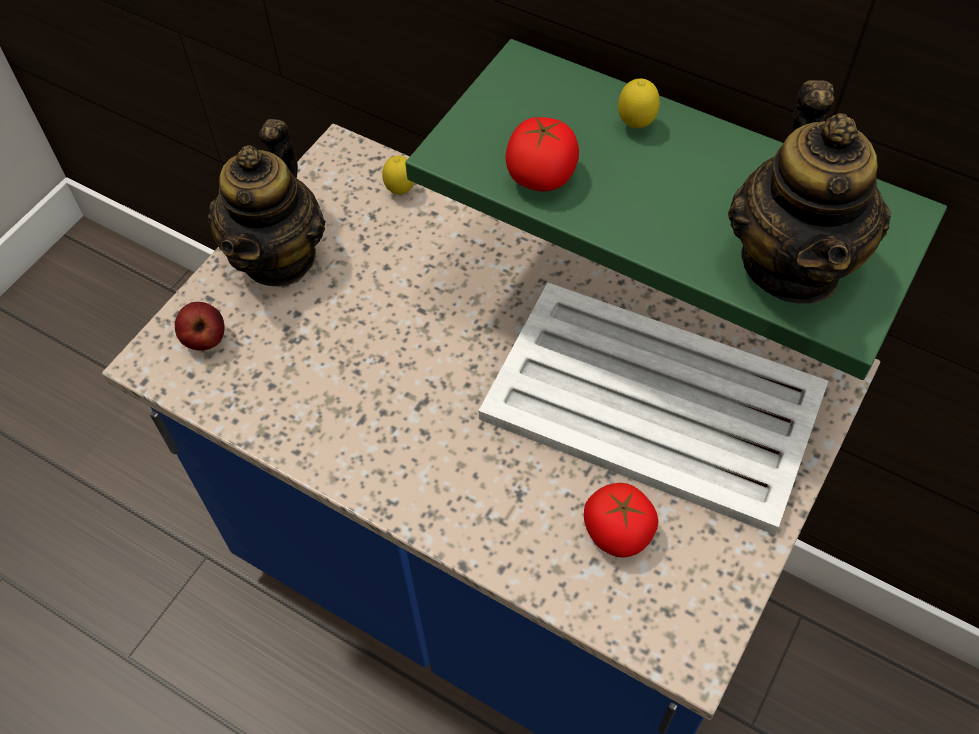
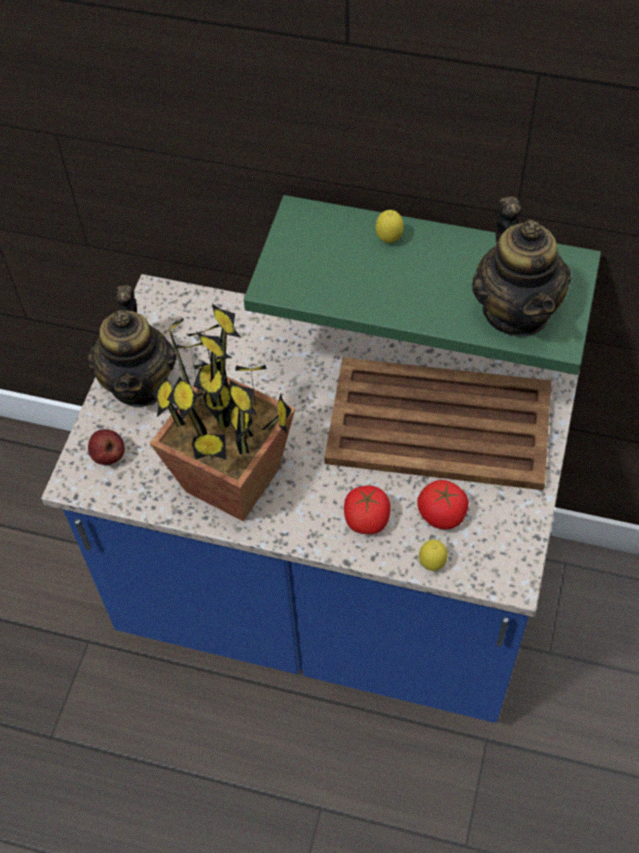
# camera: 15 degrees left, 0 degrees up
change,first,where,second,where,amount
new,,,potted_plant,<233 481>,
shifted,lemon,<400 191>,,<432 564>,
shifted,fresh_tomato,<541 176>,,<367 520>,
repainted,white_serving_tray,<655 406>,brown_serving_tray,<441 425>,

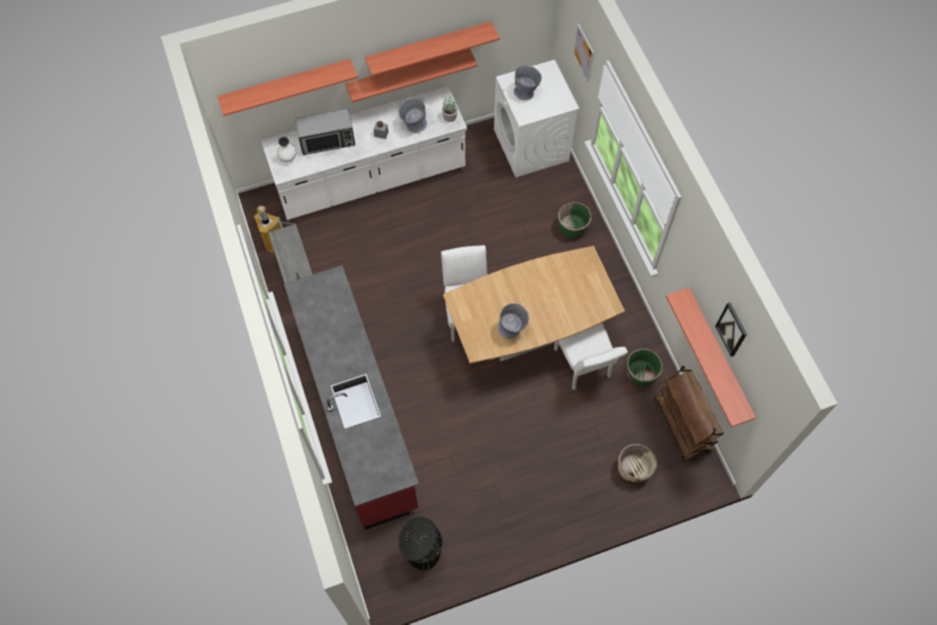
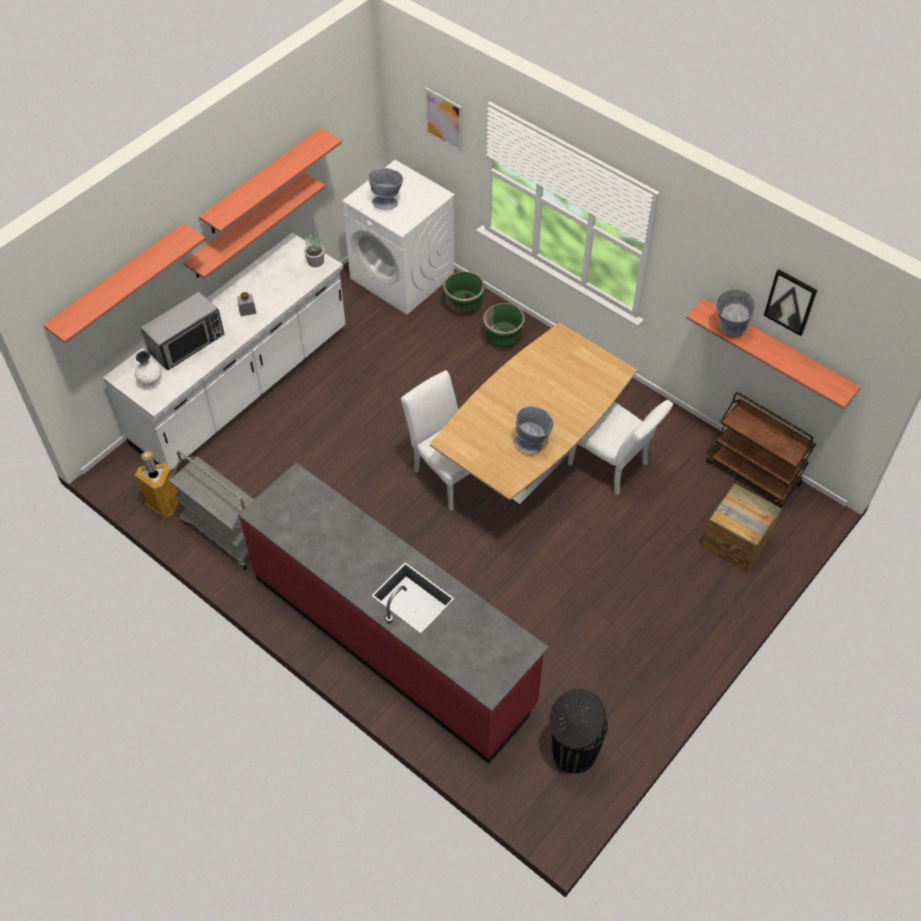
# camera: 30 degrees left, 10 degrees down
change,first,where,second,where,amount
shifted,grey_serving_bowl,<413 125>,,<729 329>,
shifted,green-coloured_planter,<641 374>,,<464 304>,
swapped,beige-coloured_planter,<633 469>,crate,<736 541>,

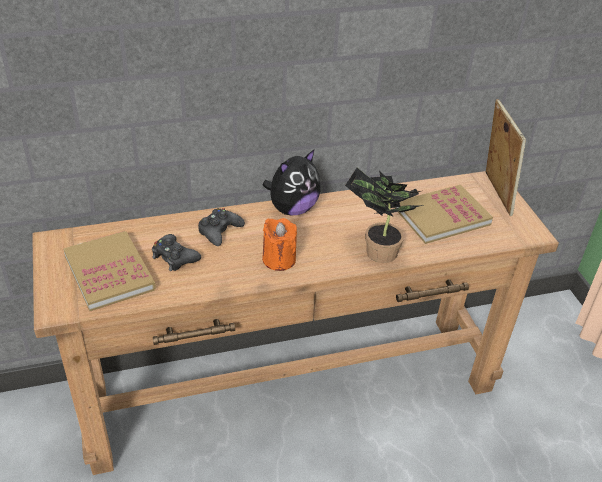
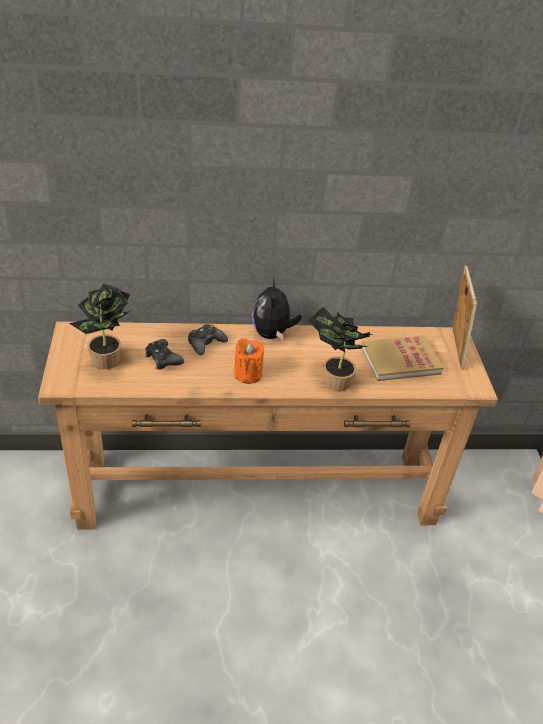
# camera: 10 degrees right, 0 degrees up
change,first,where,second,where,amount
swapped,bound_book,<109 273>,potted_plant,<107 363>,
rotated,soft_toy,<292 209>,,<272 334>,120 degrees clockwise

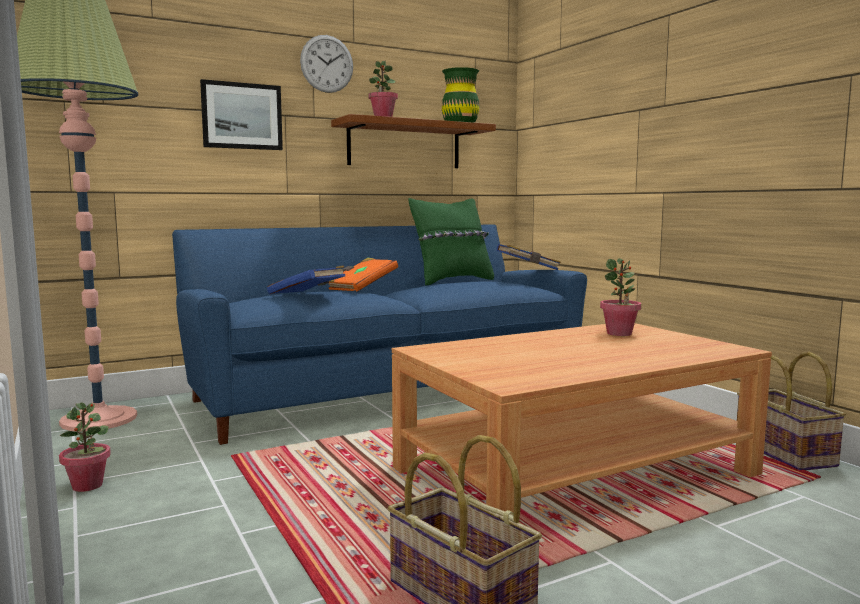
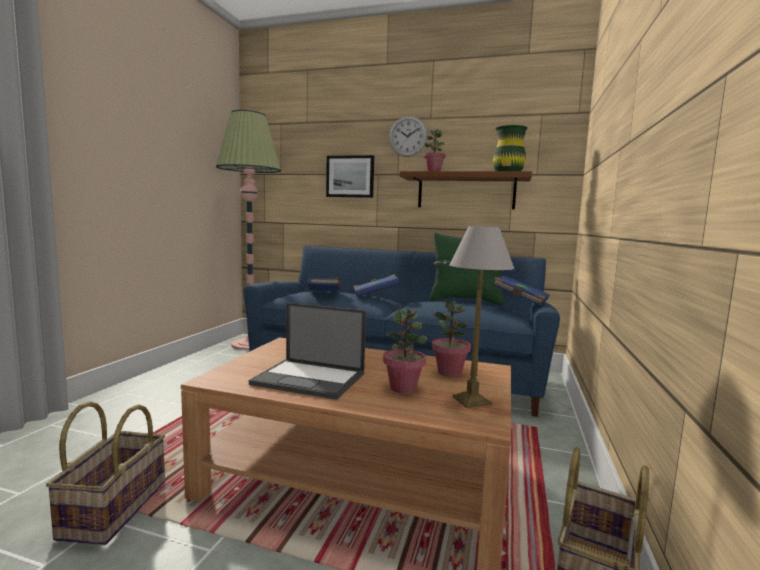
# camera: 45 degrees right, 0 degrees up
change,first,where,second,where,amount
new,,,laptop,<310 379>,
new,,,table_lamp,<471 400>,
shifted,potted_plant,<88 485>,,<403 388>,
repainted,orange_bound_book,<361 288>,blue-coloured_bound_book,<375 295>,

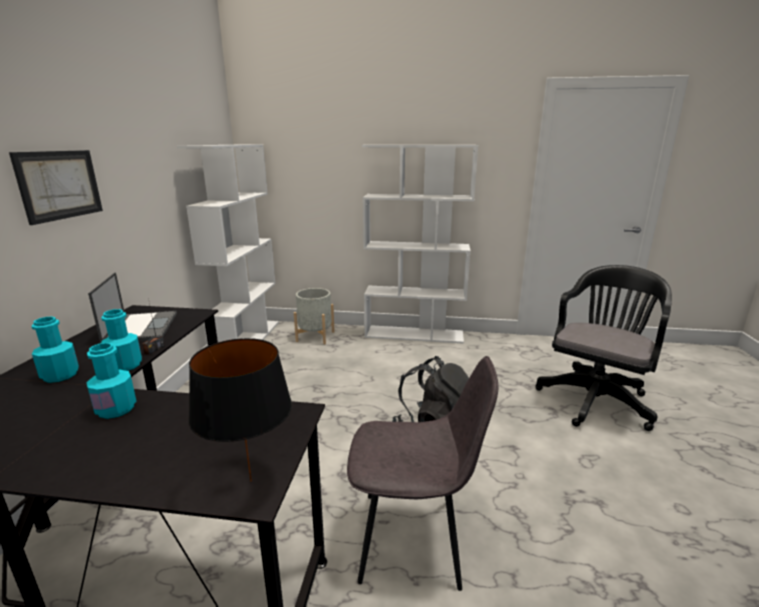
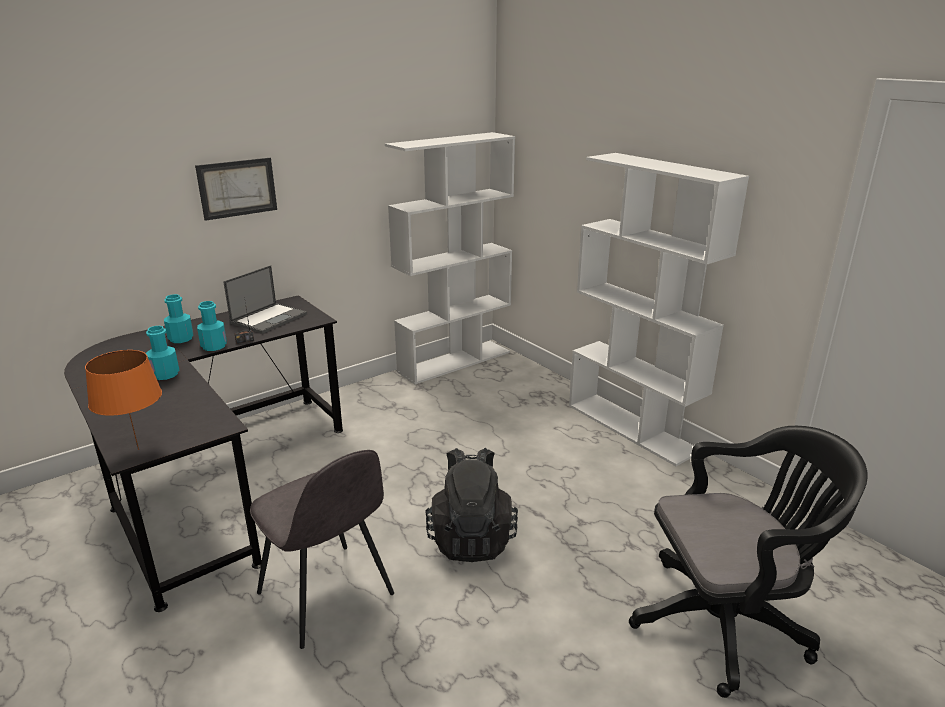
# camera: 45 degrees right, 5 degrees up
change,first,where,second,where,amount
gone,grey_planter,<315 336>,,,
repainted,blackish_table_lamp,<249 481>,orange_table_lamp,<137 449>,

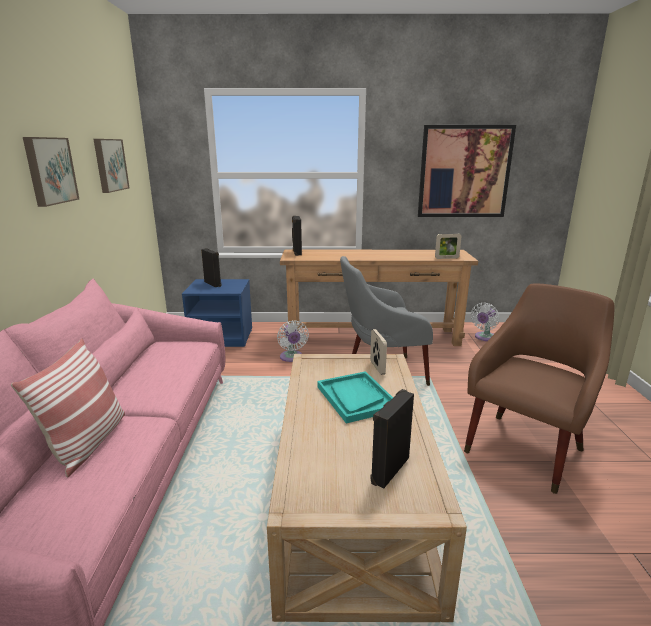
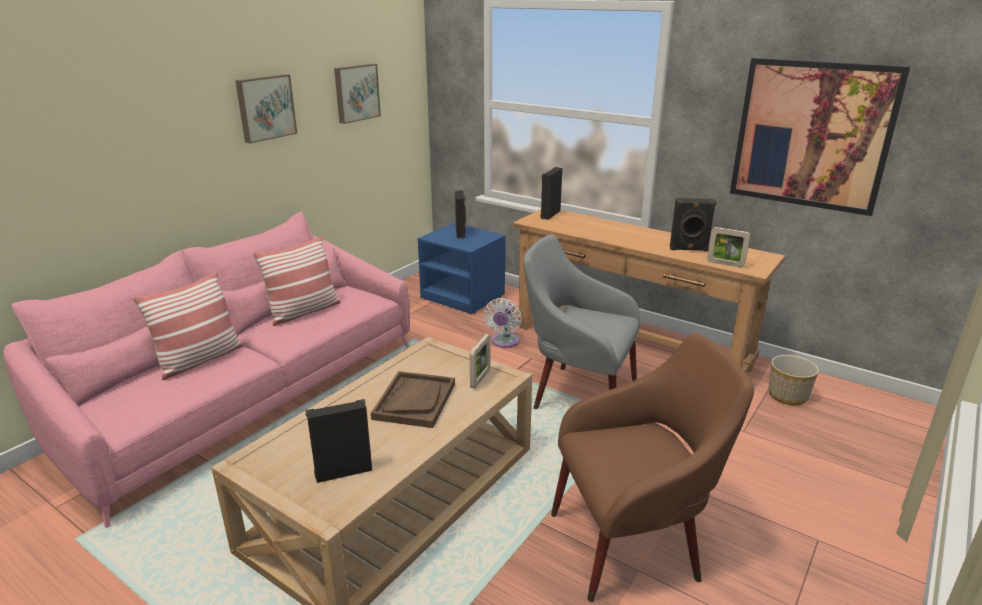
# camera: 35 degrees right, 5 degrees up
change,first,where,second,where,amount
new,,,throw_pillow,<303 312>,
new,,,blackish_loudspeaker,<688 249>,
swapped,white_electric_fan,<484 337>,planter,<788 396>,
repainted,turquoise-coloured_serving_tray,<356 398>,brown_serving_tray,<414 401>,

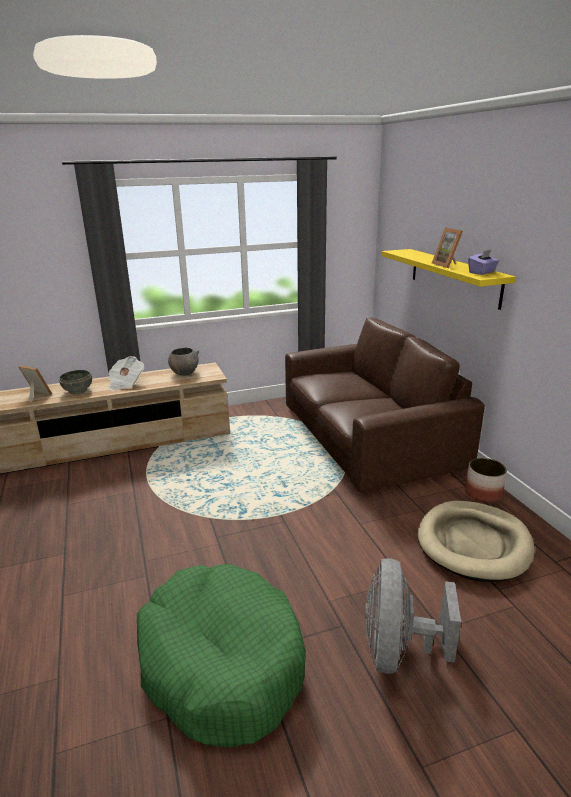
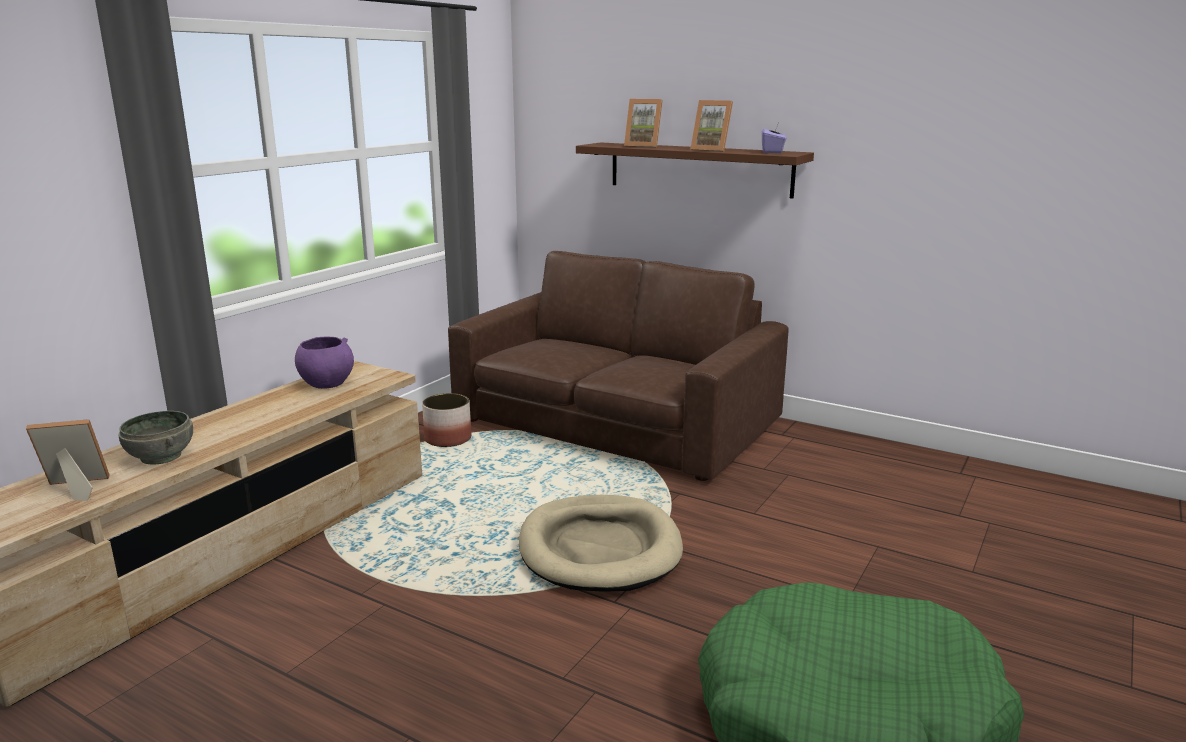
# camera: 40 degrees left, 5 degrees down
change,first,where,second,where,amount
gone,printed_paper,<125 383>,,,
gone,grey_electric_fan,<398 650>,,,
new,,,photo_frame,<644 146>,
shifted,beige-coloured_dog_bed,<474 544>,,<599 549>,
shifted,planter,<483 493>,,<448 439>,
repainted,grey_serving_bowl,<184 372>,purple_serving_bowl,<326 384>,
repainted,yellow_wall_shelf,<453 276>,brown_wall_shelf,<699 169>,

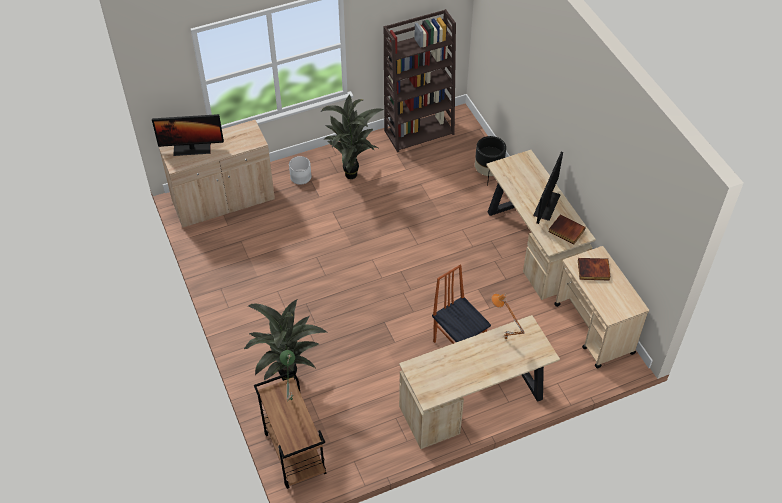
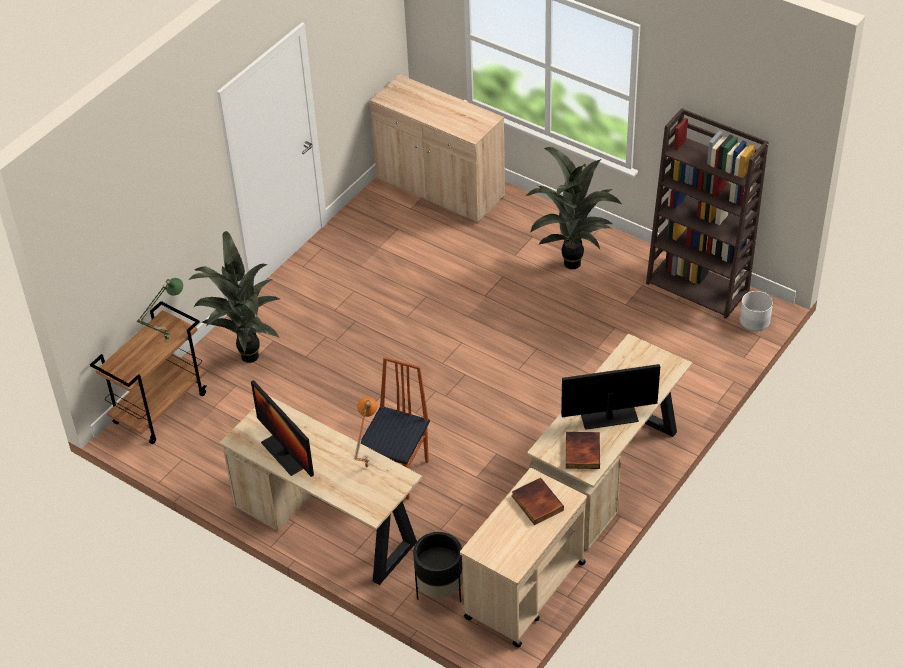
# camera: 60 degrees right, 5 degrees down
change,first,where,second,where,amount
shifted,computer_display,<192 148>,,<286 453>,
shifted,white_planter,<301 177>,,<754 320>,
shifted,blackish_planter,<488 174>,,<440 590>,

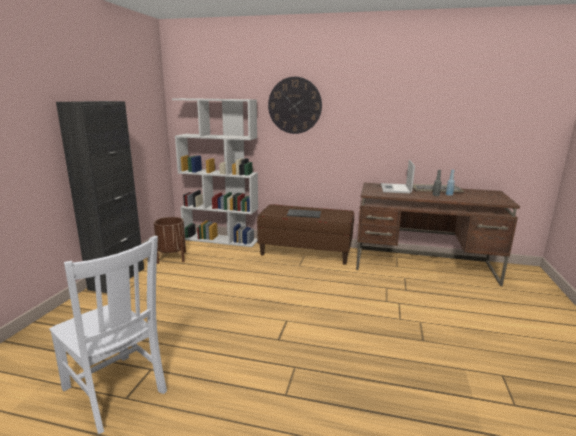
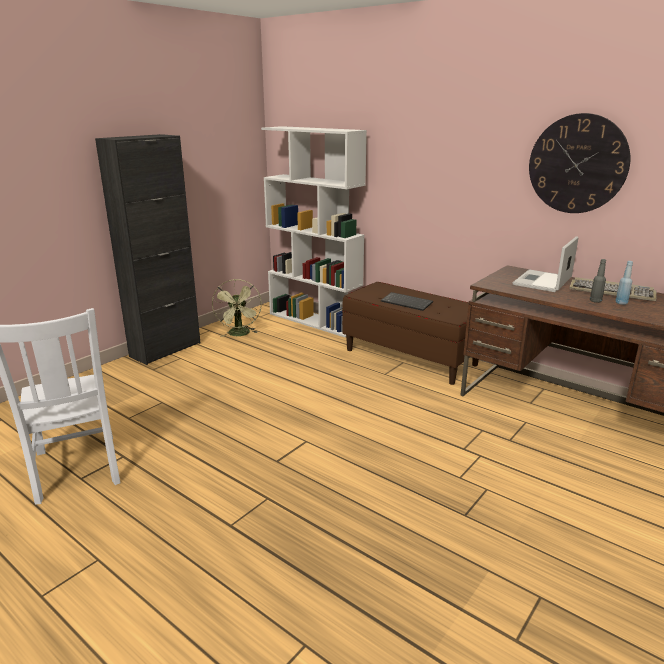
# camera: 25 degrees right, 5 degrees up
change,first,where,second,where,amount
shifted,clock_on_the_wall,<294 105>,,<577 164>,
swapped,brown_planter,<172 257>,green-coloured_electric_fan,<240 334>,

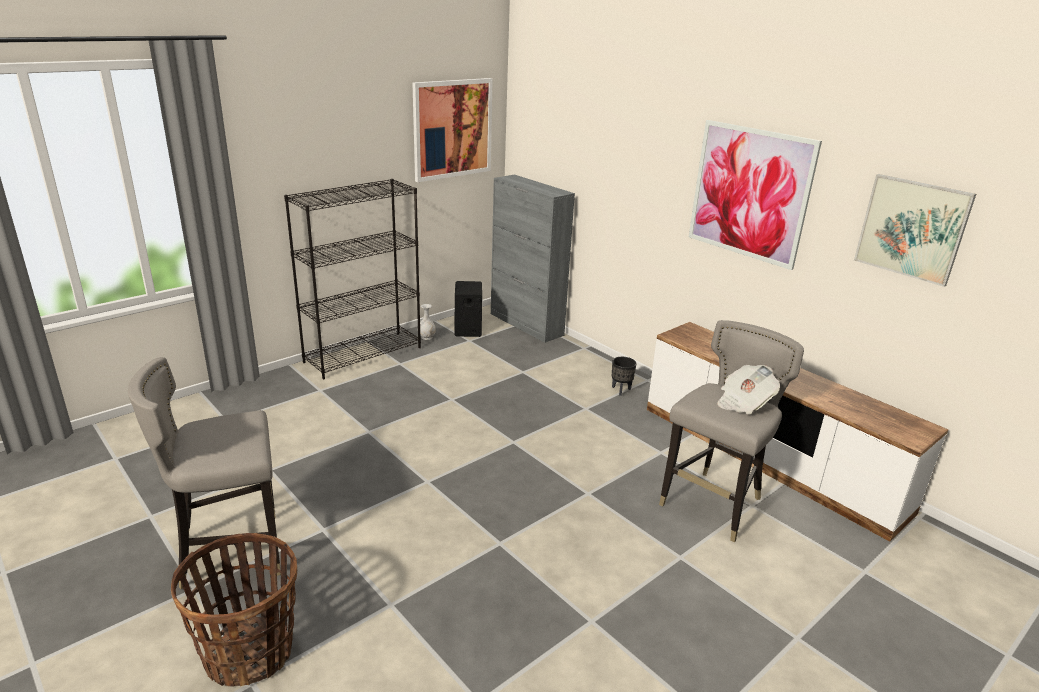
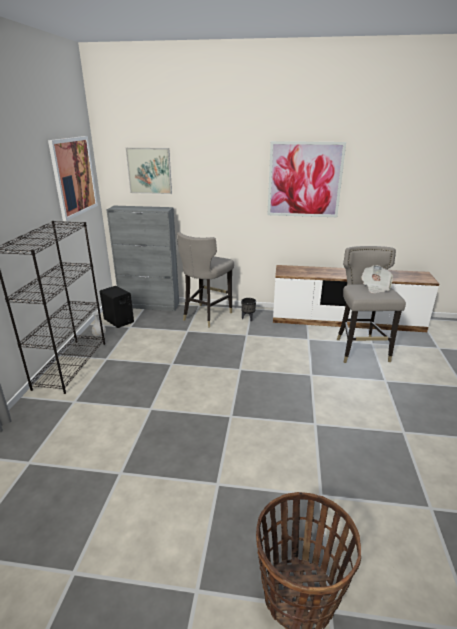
# camera: 40 degrees left, 0 degrees up
change,first,where,second,where,amount
shifted,grey_stool_seat,<231 553>,,<206 316>,
shifted,wall_art,<912 229>,,<149 171>,

